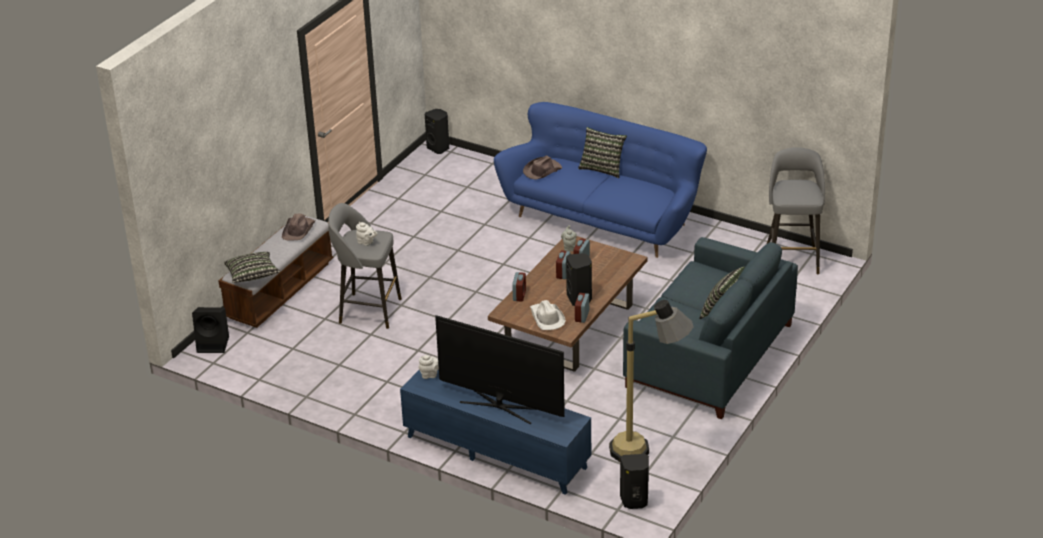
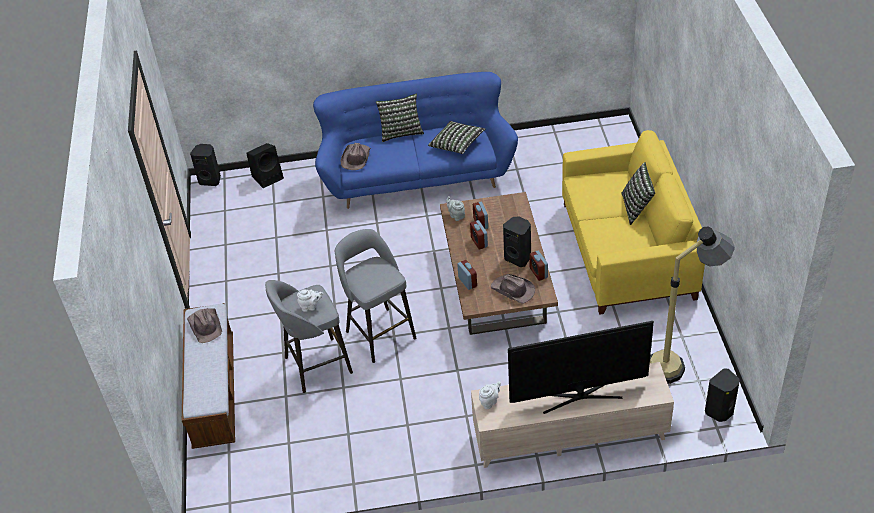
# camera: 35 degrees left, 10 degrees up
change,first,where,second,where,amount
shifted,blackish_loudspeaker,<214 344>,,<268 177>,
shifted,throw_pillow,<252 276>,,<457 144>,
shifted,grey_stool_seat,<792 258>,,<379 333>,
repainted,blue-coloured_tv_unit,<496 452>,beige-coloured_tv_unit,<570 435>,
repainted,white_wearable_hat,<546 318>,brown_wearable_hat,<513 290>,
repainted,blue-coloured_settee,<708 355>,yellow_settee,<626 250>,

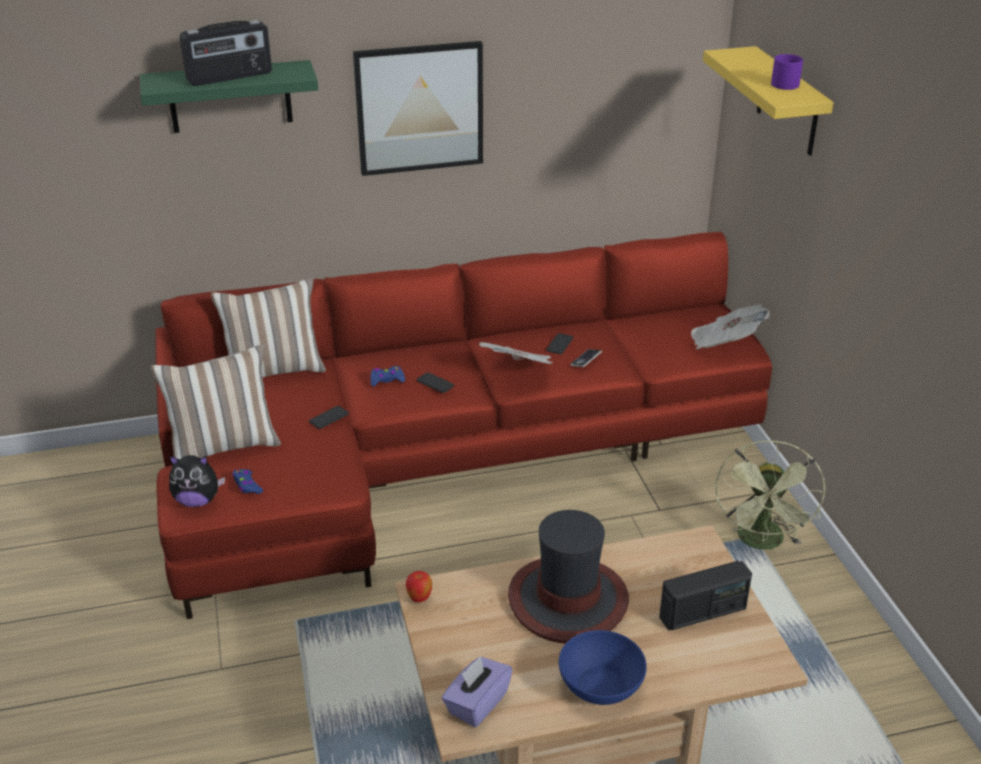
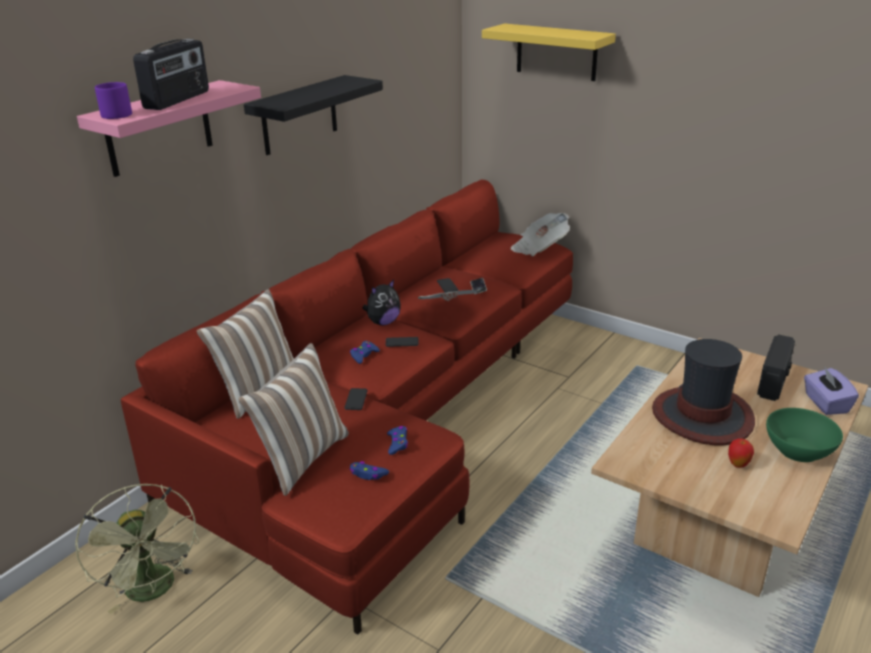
# camera: 40 degrees left, 5 degrees down
change,first,where,second,where,amount
new,,,blue-coloured_game_controller,<397 443>,
shifted,soft_toy,<197 501>,,<383 322>,
shifted,whole_apple,<419 599>,,<738 465>,
shifted,purple_tissue_holder,<477 703>,,<825 403>,
shifted,green-coloured_electric_fan,<762 543>,,<154 591>,
shifted,purple_coffee_mug,<784 83>,,<115 114>,
swapped,wall_art,<419 108>,blackish_wall_shelf,<299 115>,
repainted,green-coloured_wall_shelf,<230 97>,pink-coloured_wall_shelf,<159 128>,
repainted,blue-coloured_serving_bowl,<601 686>,green-coloured_serving_bowl,<799 450>,

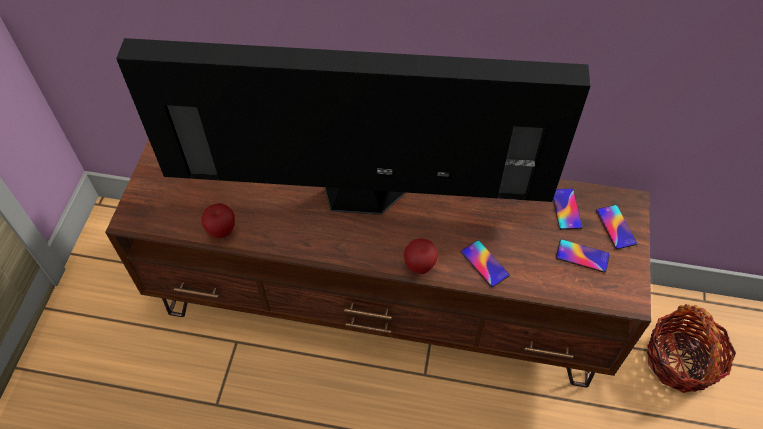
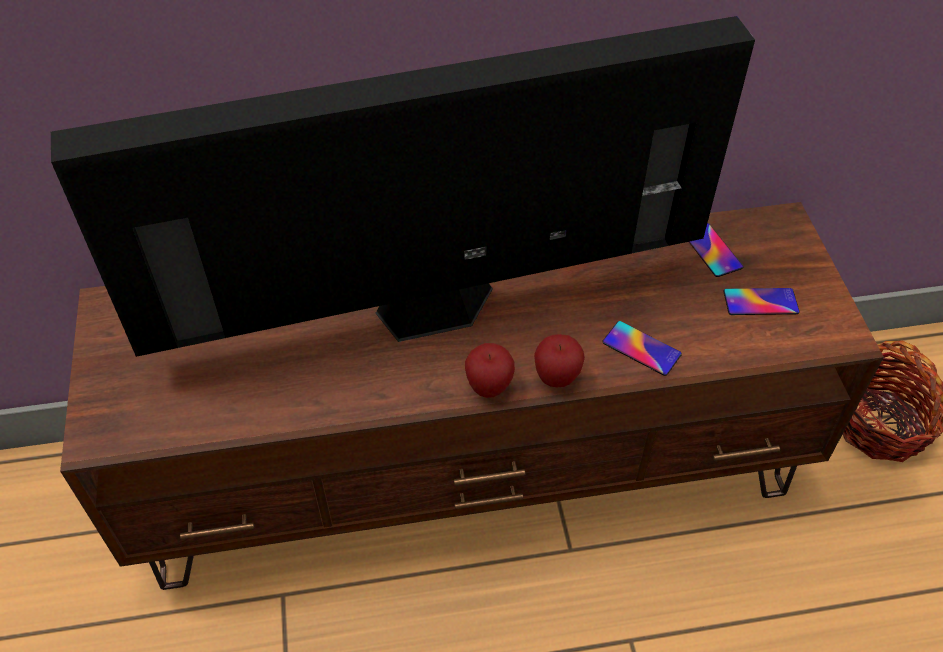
# camera: 20 degrees left, 5 degrees down
change,first,where,second,where,amount
gone,telephone,<616 227>,,,
shifted,whole_apple,<222 231>,,<489 387>,

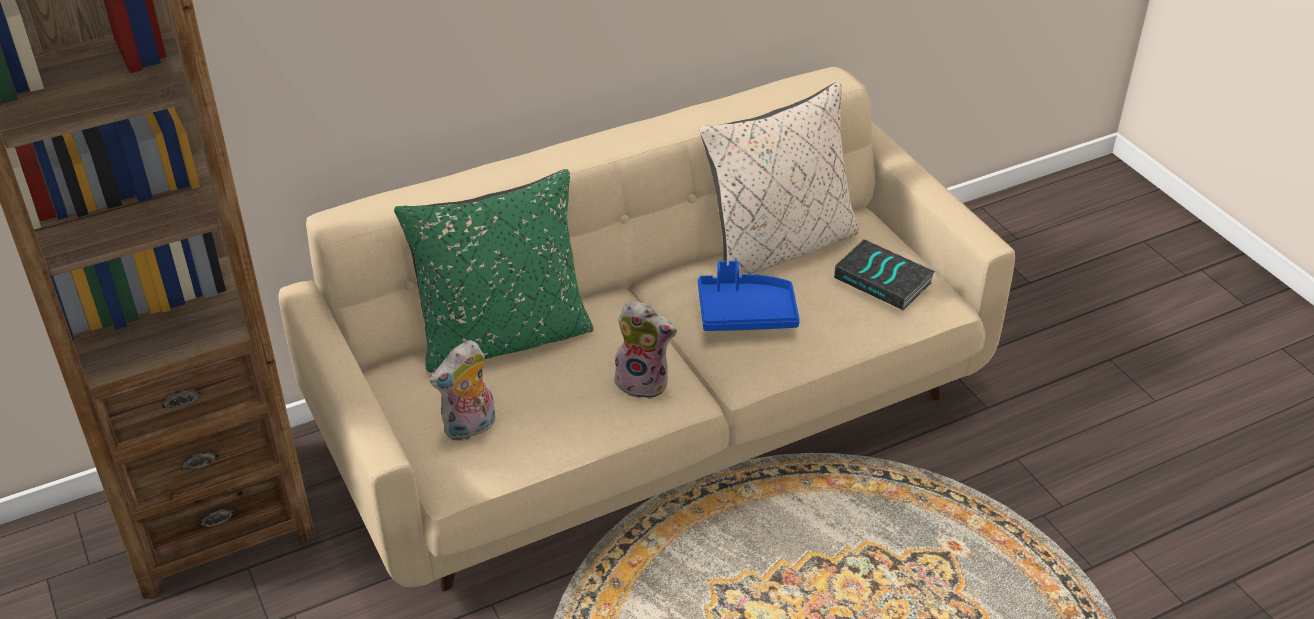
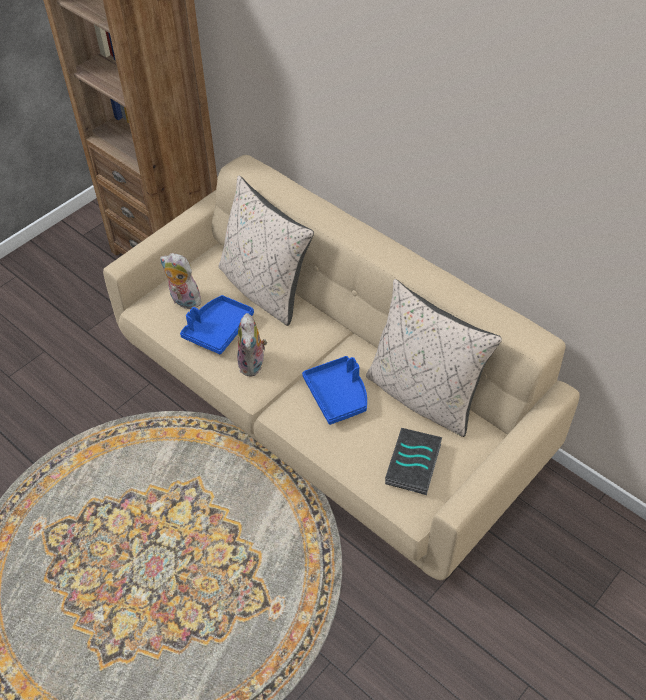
# camera: 70 degrees right, 10 degrees up
change,first,where,second,where,amount
new,,,blue-coloured_serving_tray,<218 329>,
repainted,green-coloured_throw_pillow,<504 337>,beige-coloured_throw_pillow,<264 289>,

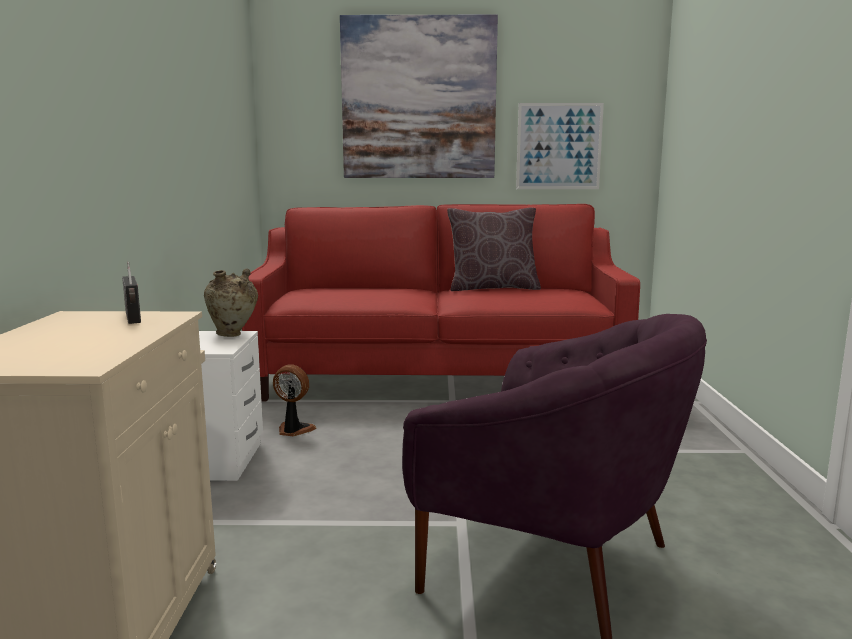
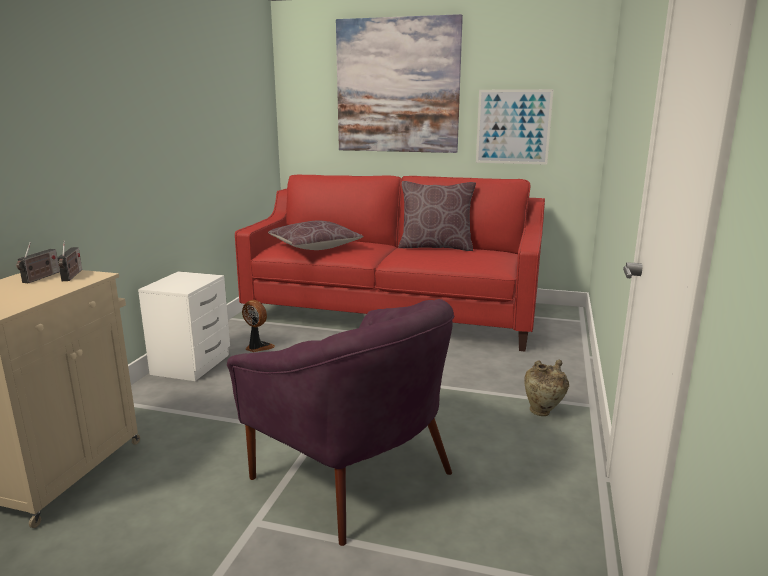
# camera: 15 degrees right, 5 degrees up
change,first,where,second,where,amount
new,,,radio_receiver,<40 278>,
new,,,brown_throw_pillow,<315 247>,
shifted,beige-coloured_vase,<233 334>,,<543 412>,

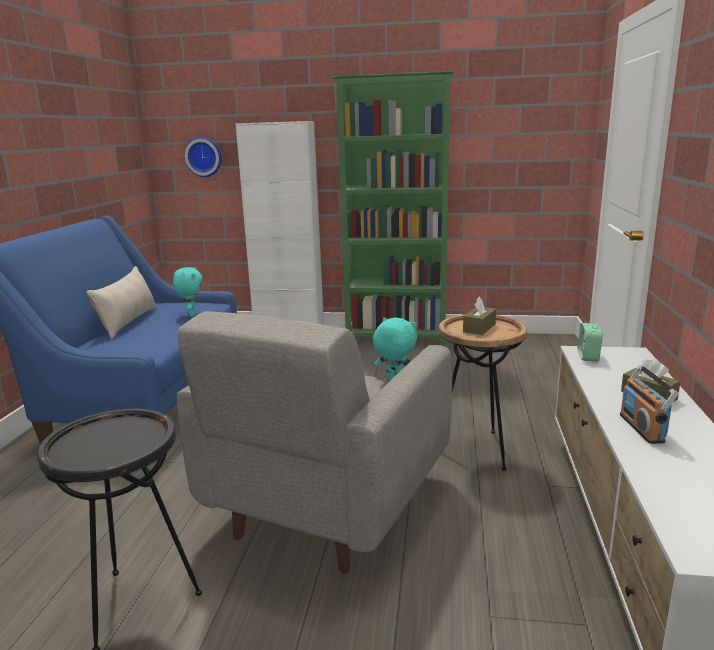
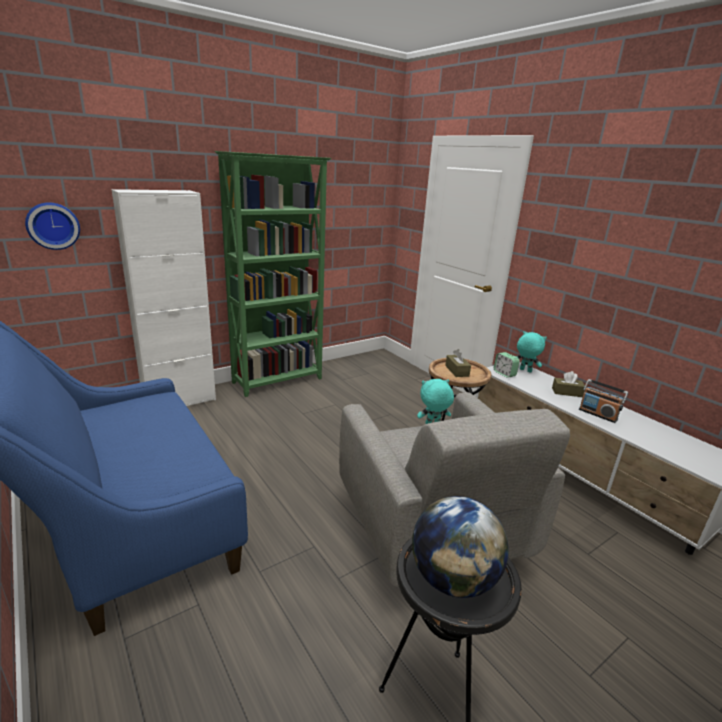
# camera: 45 degrees left, 5 degrees up
change,first,where,second,where,amount
gone,beige-coloured_throw_pillow,<128 322>,,,
new,,,desk_globe,<453 579>,
shifted,turquoise-coloured_soft_toy,<191 314>,,<525 370>,

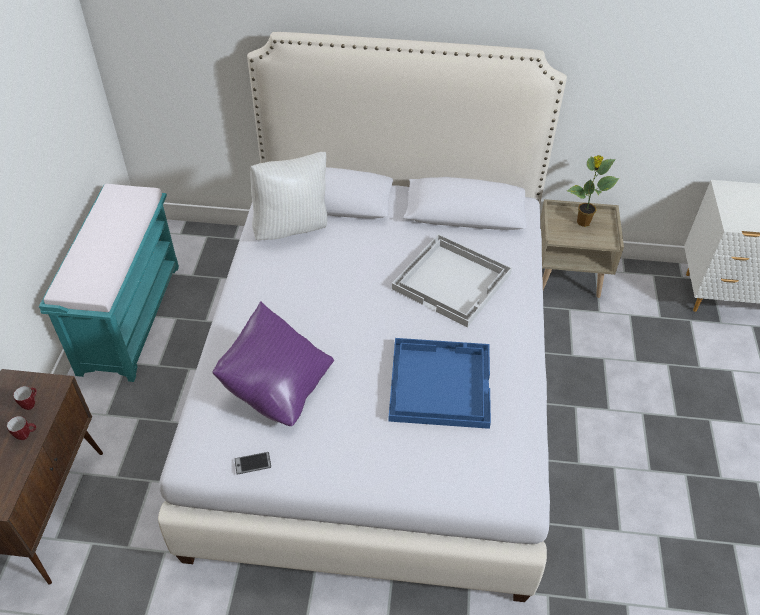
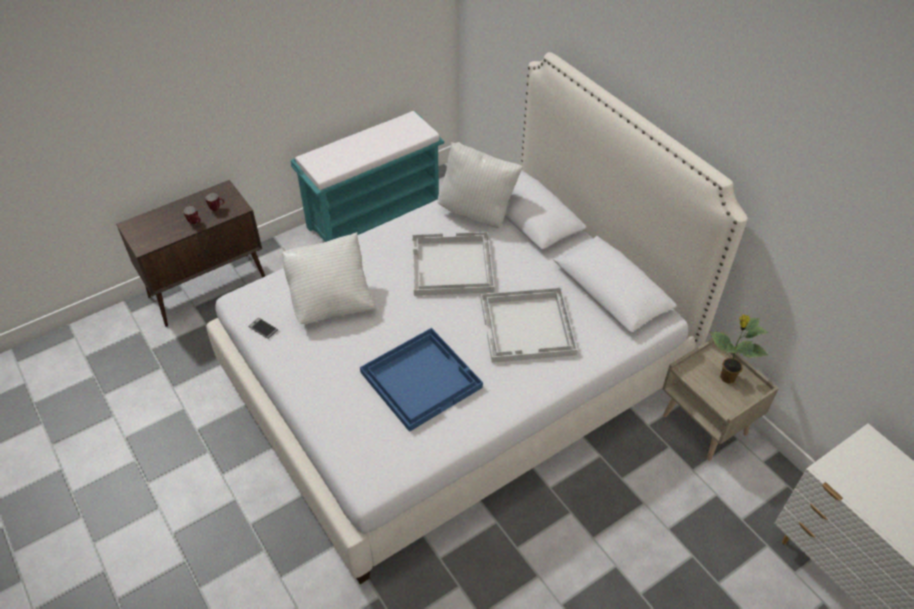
# camera: 50 degrees right, 0 degrees up
change,first,where,second,where,amount
new,,,white_serving_tray,<451 266>,
repainted,purple_throw_pillow,<277 387>,white_throw_pillow,<331 299>,

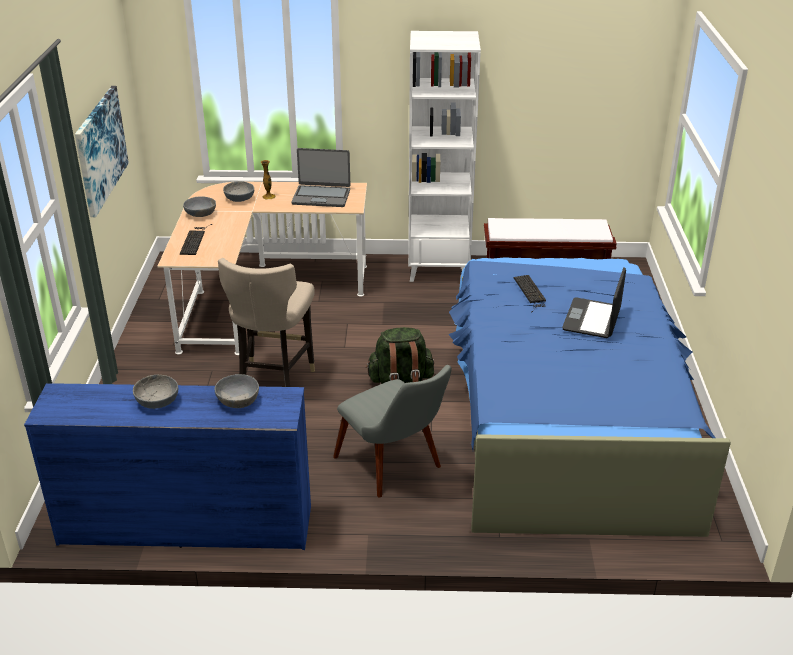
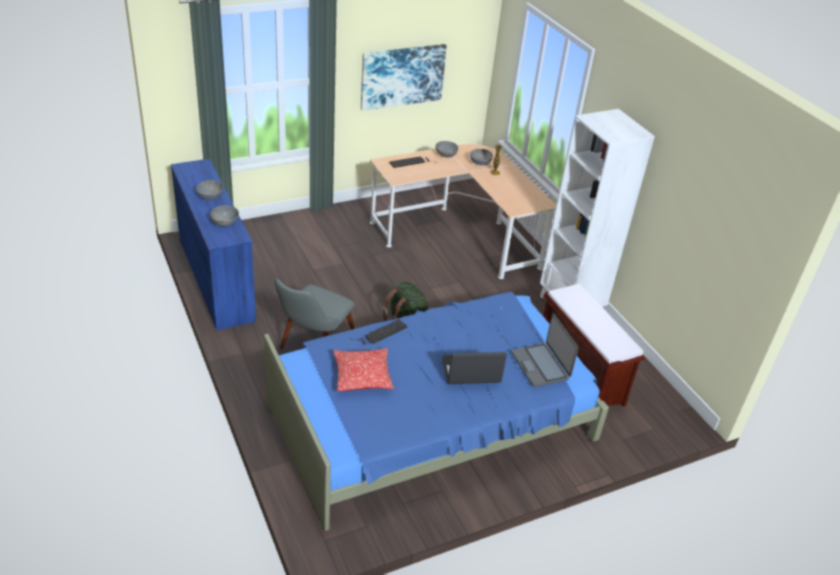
# camera: 60 degrees right, 5 degrees up
change,first,where,second,where,amount
gone,beige-coloured_stool_seat,<274 383>,,,
new,,,throw_pillow,<362 376>,
shifted,laptop,<321 197>,,<540 365>,
shifted,keyboard,<530 293>,,<381 333>,

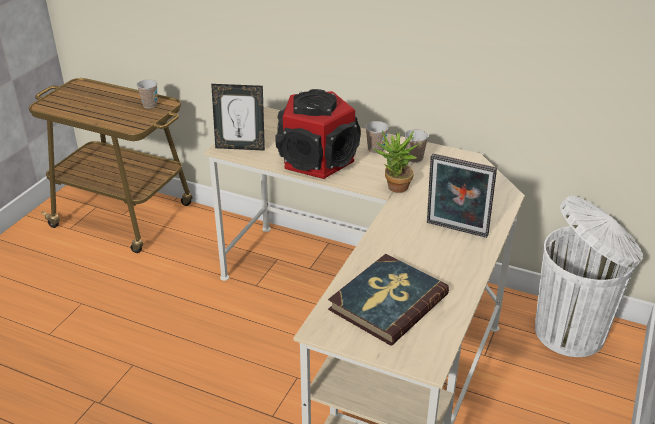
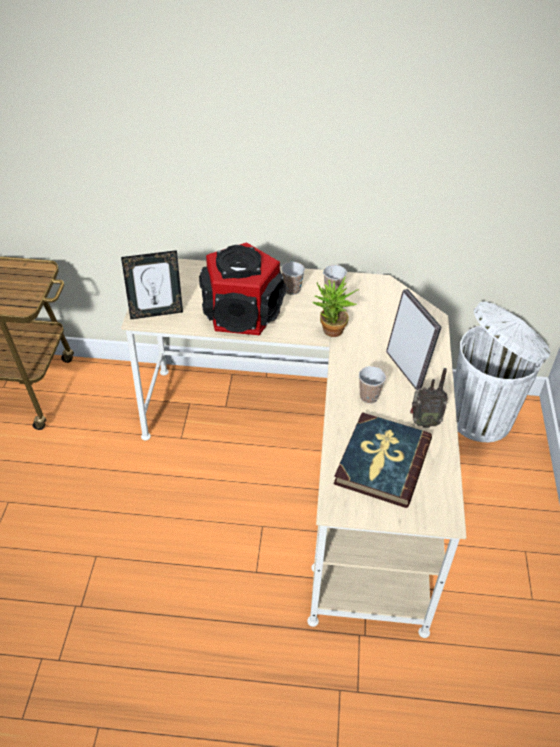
# camera: 20 degrees left, 10 degrees up
change,first,where,second,where,amount
new,,,radio_receiver,<423 422>,
shifted,small_cup,<150 105>,,<369 397>,
rotated,photo_frame,<456 231>,,<406 369>,120 degrees counterclockwise

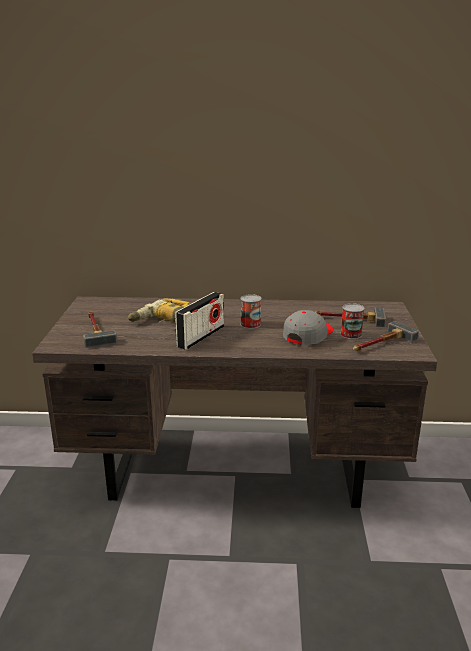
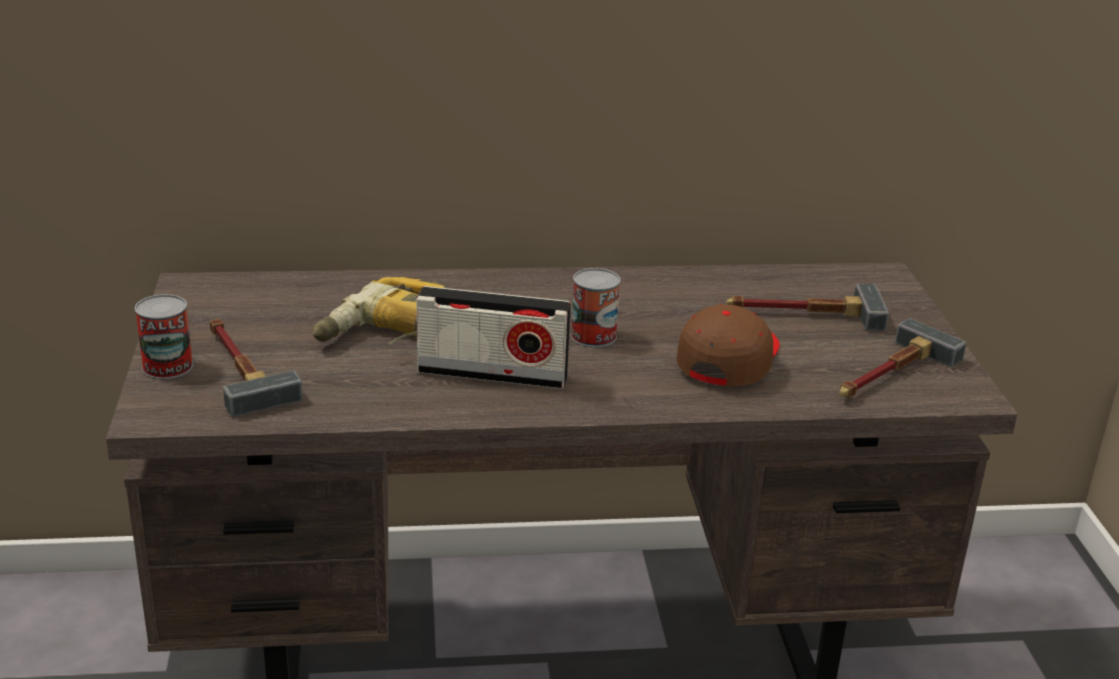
# camera: 10 degrees left, 5 degrees up
change,first,where,second,where,amount
shifted,sealed_can,<351 334>,,<167 366>,
repainted,grey_peaked_cap,<308 335>,brown_peaked_cap,<728 359>,
rotated,radio_receiver,<201 336>,,<492 374>,75 degrees clockwise

